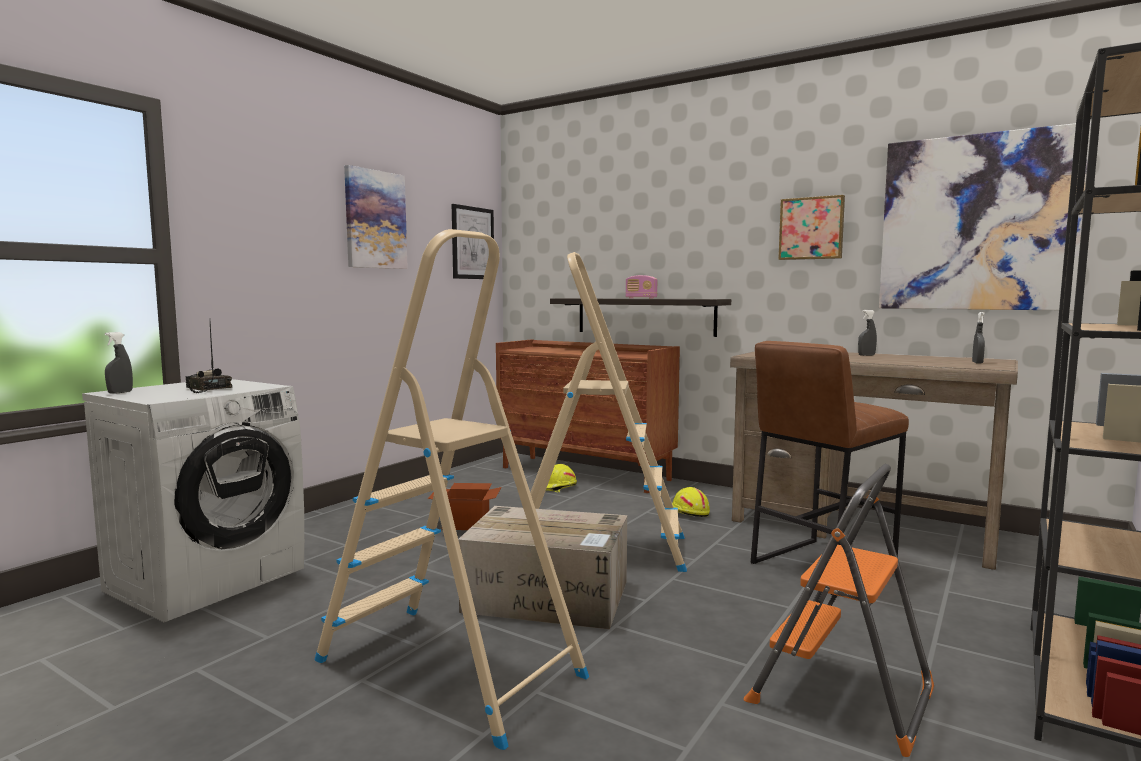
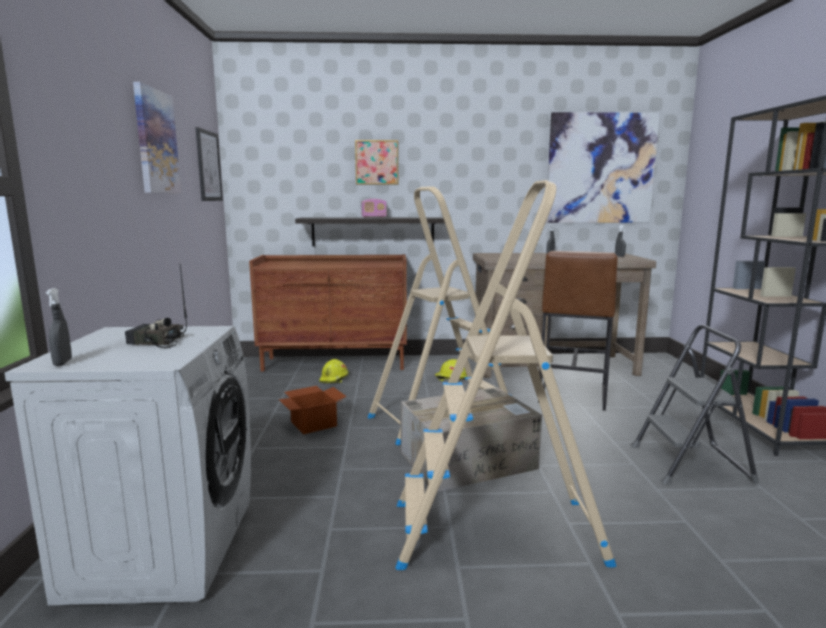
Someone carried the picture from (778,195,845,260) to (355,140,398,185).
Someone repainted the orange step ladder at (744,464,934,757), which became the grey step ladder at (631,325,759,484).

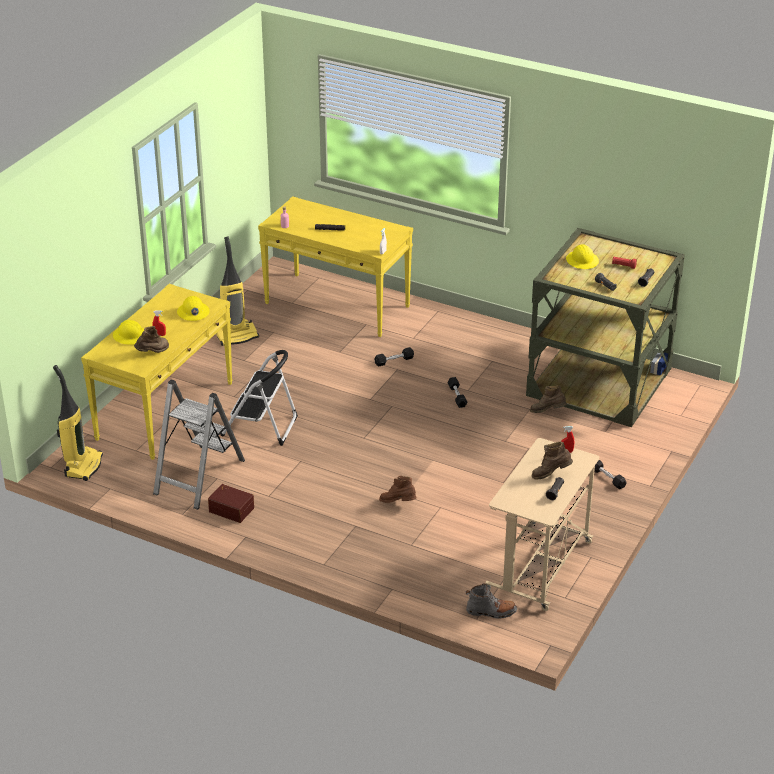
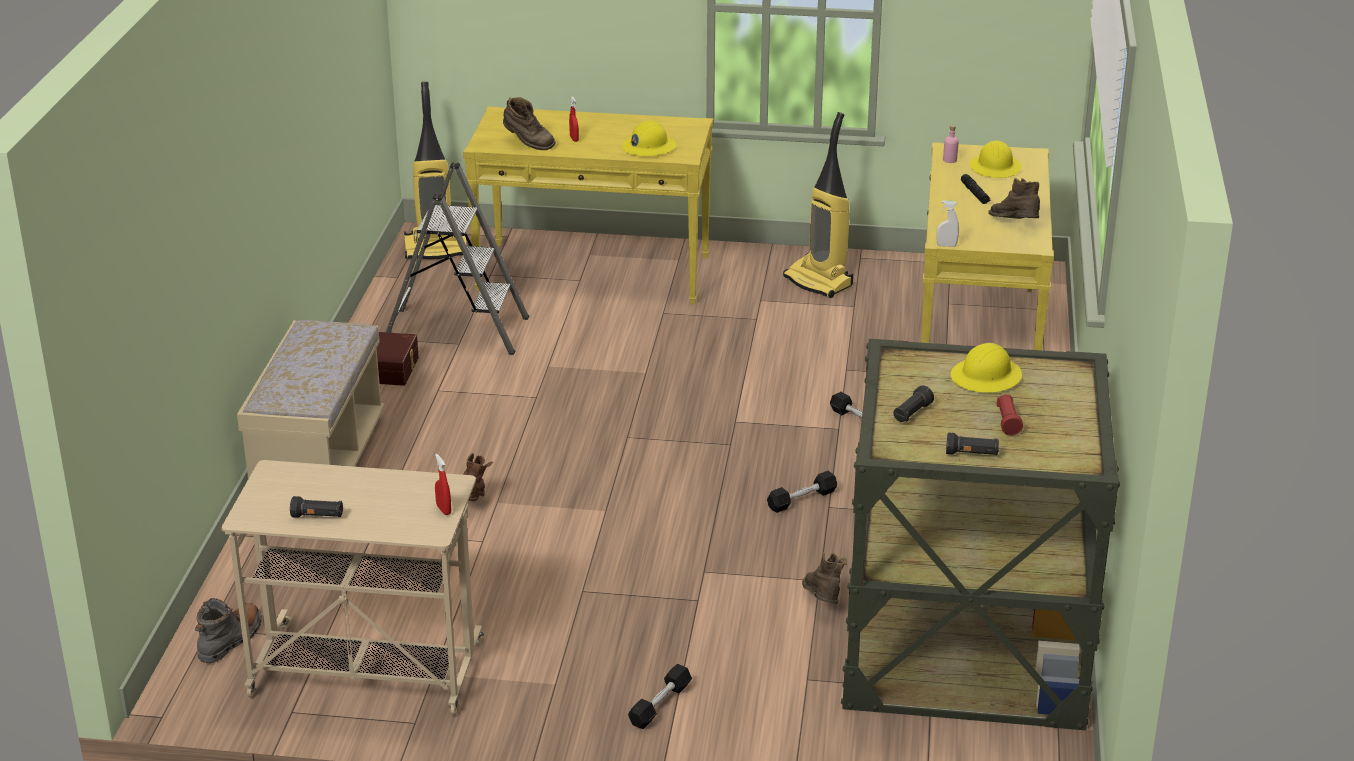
Someone rotated the grey boot at (465,583,517,619) by 135 degrees counterclockwise.
Someone put down the beige bench at (237,320,385,479).
Someone carried the yellow hard hat from (113,320,144,345) to (969,140,1022,178).
Someone carried the brown boot from (531,441,573,479) to (988,178,1040,219).
Someone took away the step ladder at (220,350,298,446).

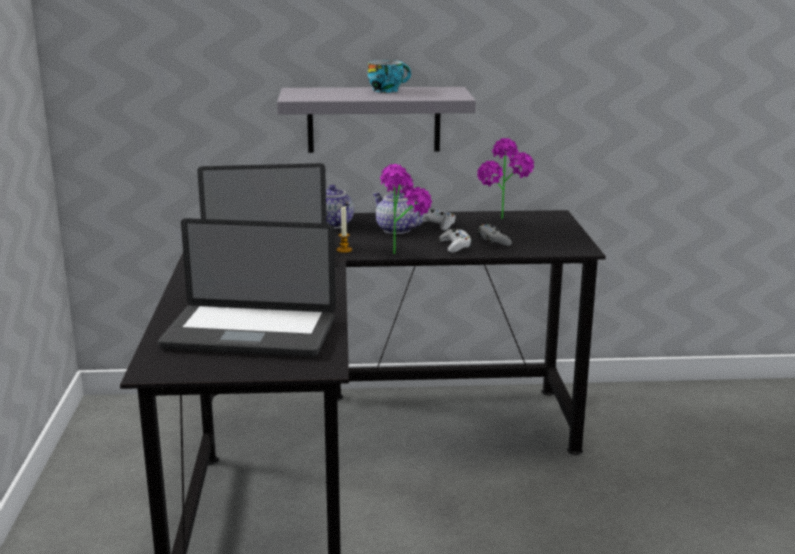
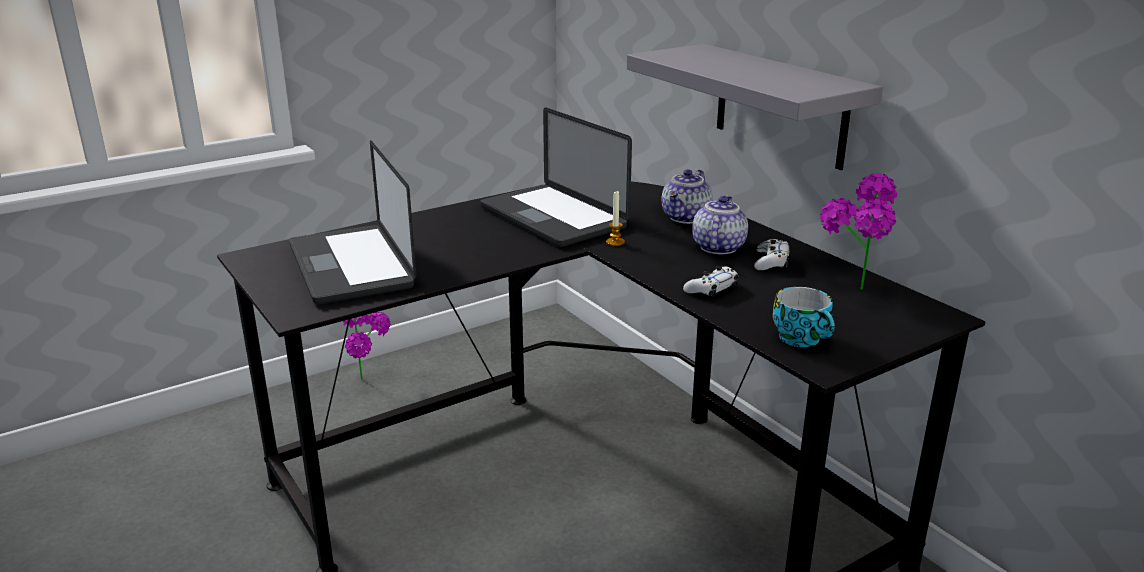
Someone carried the potted plant from (380,164,432,254) to (343,312,391,380).
Someone carried the cup from (367,60,411,93) to (773,287,835,347).
Someone took away the grey game controller at (478,224,512,246).

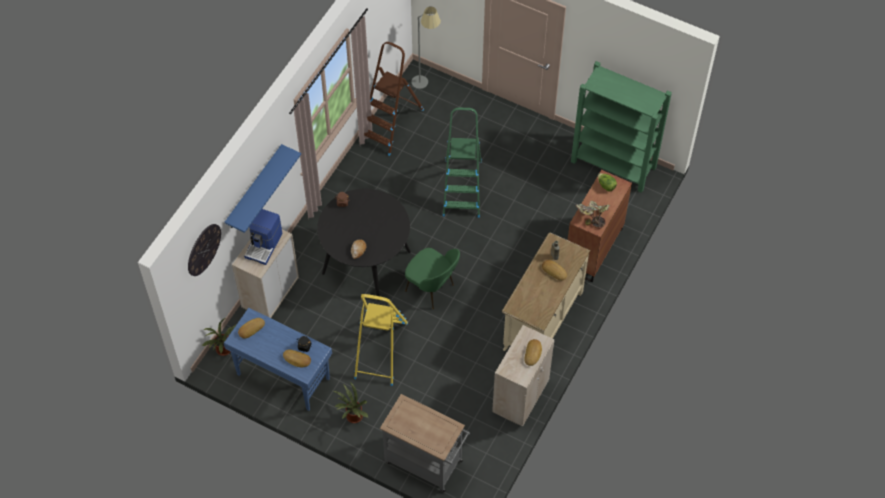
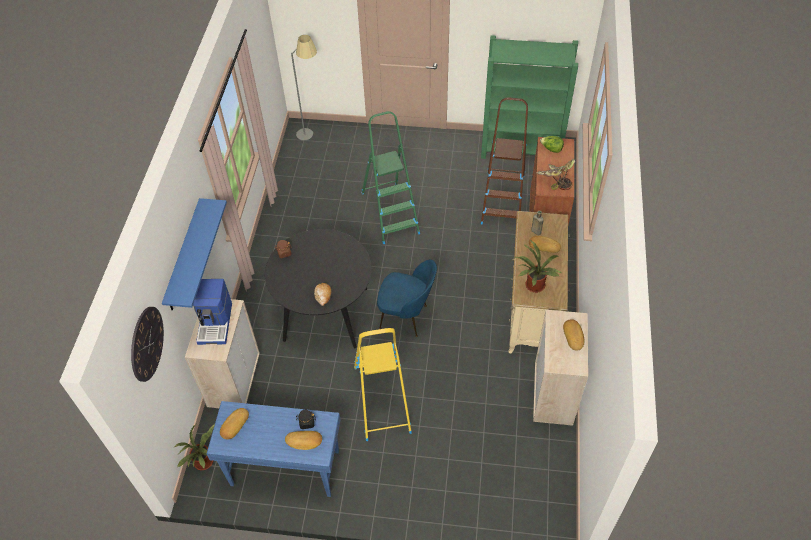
Someone repainted the green chair at (405,248,460,309), which became the blue chair at (377,260,437,337).
Someone carried the brown step ladder from (364,42,424,156) to (481,97,528,224).
Someone carried the potted plant from (334,382,368,423) to (514,240,562,293).
Someone took away the grey cart at (380,394,470,492).

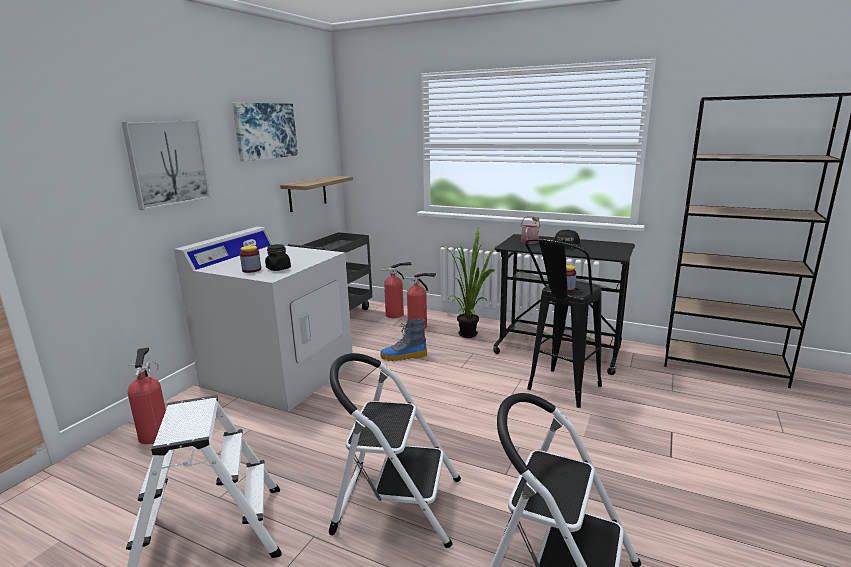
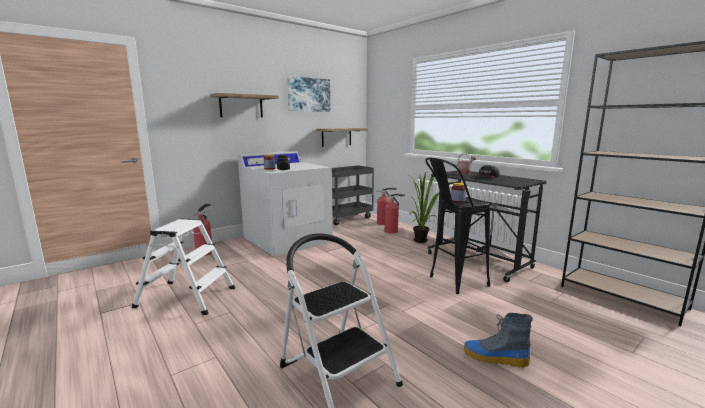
Someone swapped the picture at (122,120,211,210) for the shelf at (210,93,279,118).
Someone carried the boot from (380,319,427,361) to (464,313,533,368).
Someone took away the step ladder at (329,353,461,548).

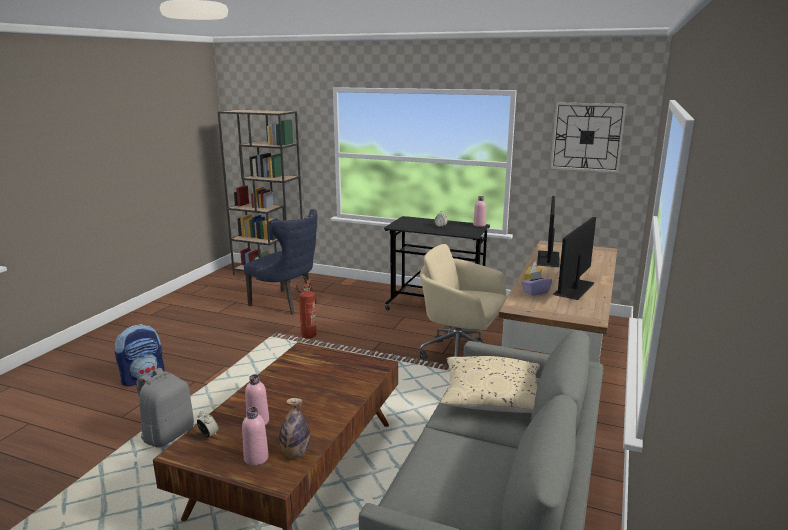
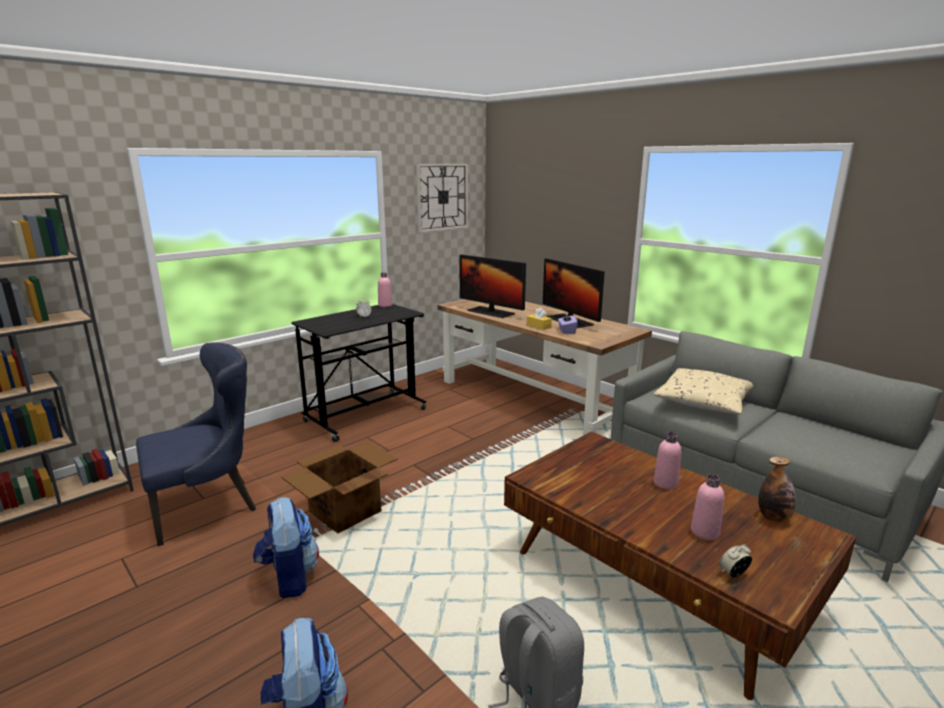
Someone put down the backpack at (253,497,319,598).
Someone swapped the fire extinguisher at (296,276,316,339) for the cardboard box at (282,442,398,533).
Someone carried the pink bottle from (242,407,269,466) to (654,432,681,490).
Someone took away the beige office chair at (419,244,506,360).

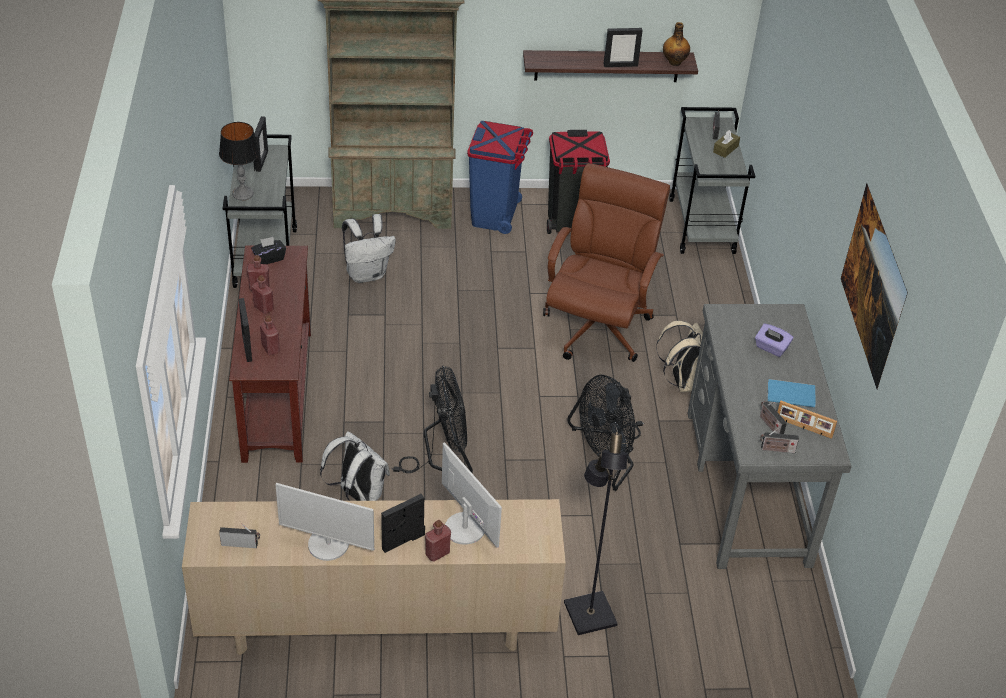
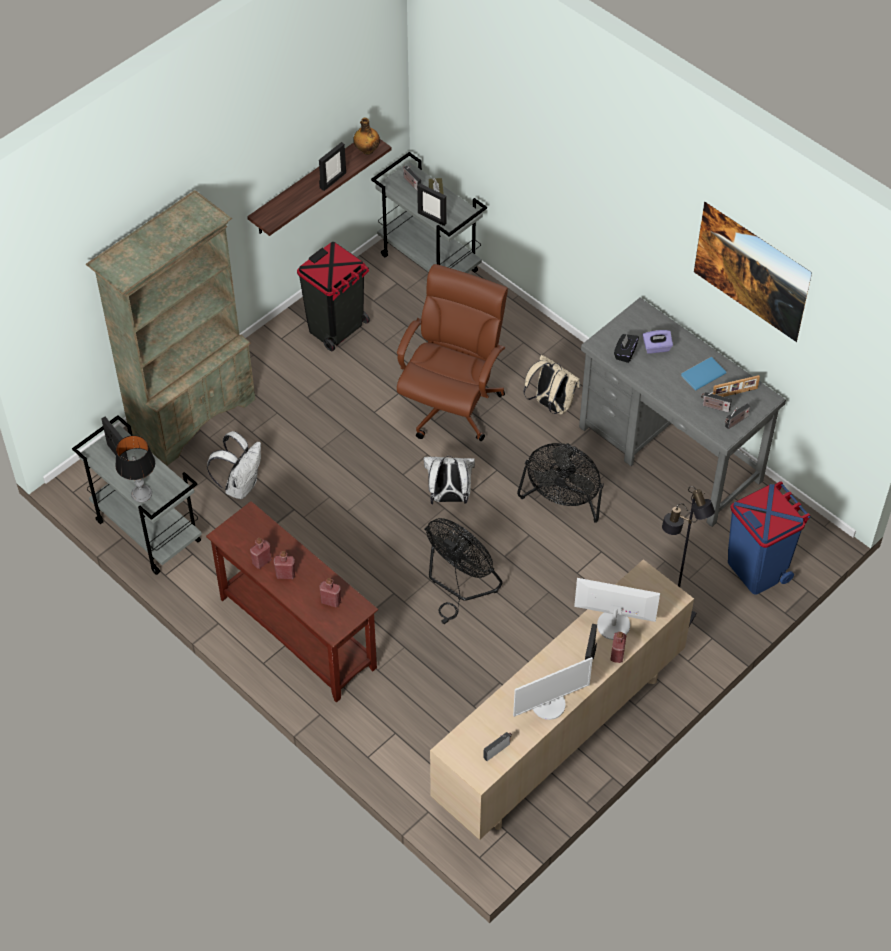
Someone rotated the brown office chair at (543,163,670,362) by 45 degrees clockwise.
Someone carried the picture frame from (239,298,252,362) to (417,183,447,226).
Someone carried the white backpack from (320,431,390,501) to (424,456,475,504).
Someone carried the black tissue box from (251,237,286,264) to (614,334,639,363).
Someone carried the blue trash can from (467,121,533,234) to (728,481,810,595).

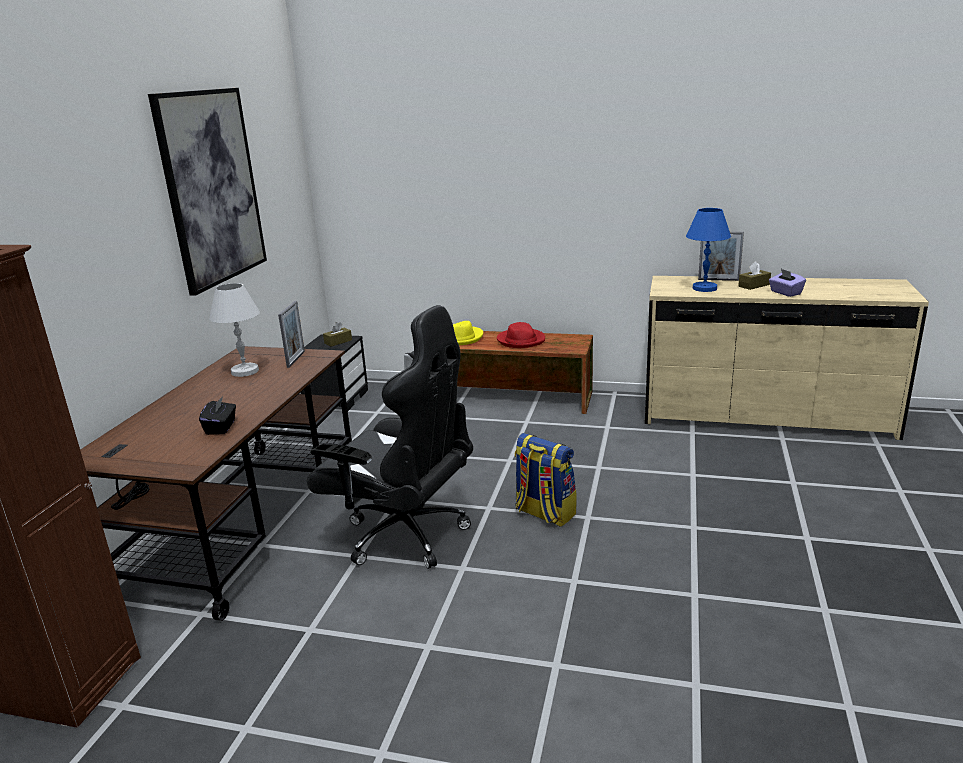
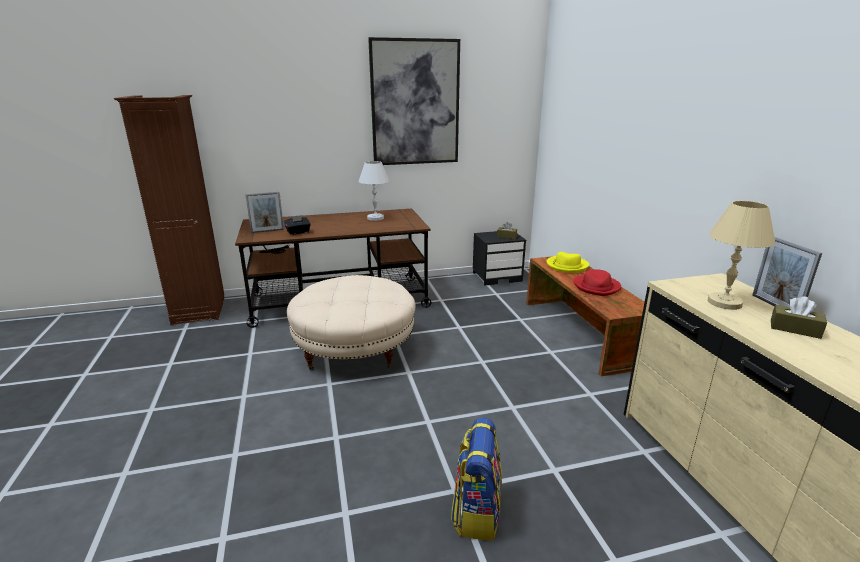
Someone carried the picture frame from (278,301,305,368) to (245,192,284,233).
Someone swapped the black office chair at (307,305,473,569) for the beige ottoman at (287,275,415,370).
Someone carried the backpack from (515,433,576,527) to (451,418,502,541).
Someone repainted the blue table lamp at (686,208,731,292), which became the beige table lamp at (707,201,775,310).
Someone took away the purple tissue box at (769,269,806,297).

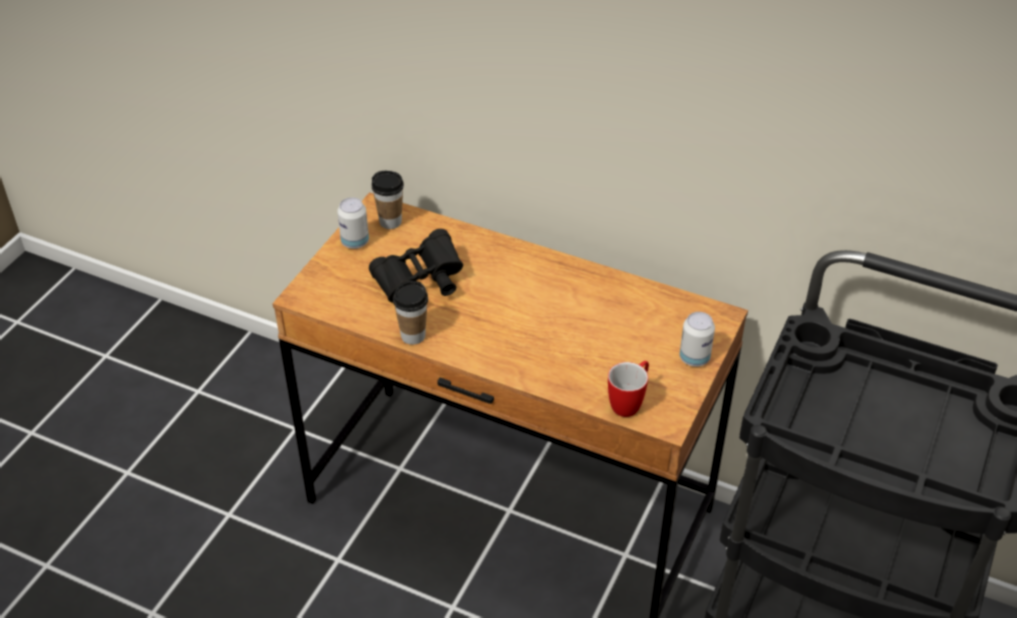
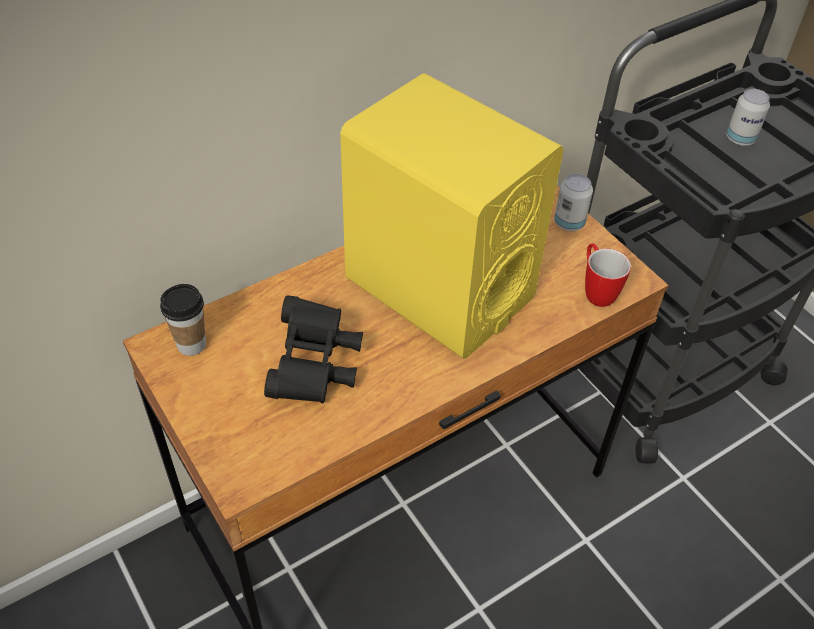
Someone put down the yellow speaker at (340,73,564,359).
Someone carried the can from (337,197,369,249) to (726,89,770,146).
Someone took away the cup at (393,281,428,345).

